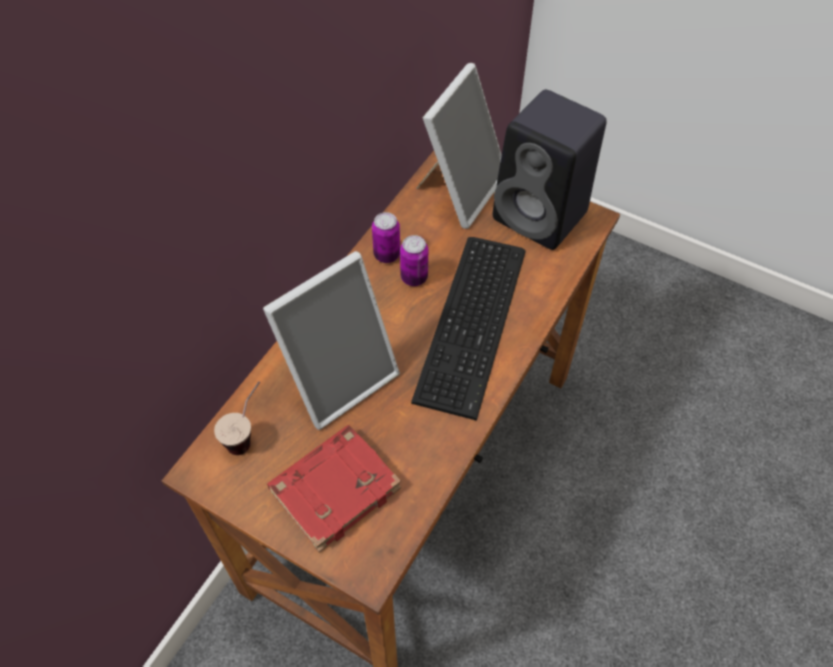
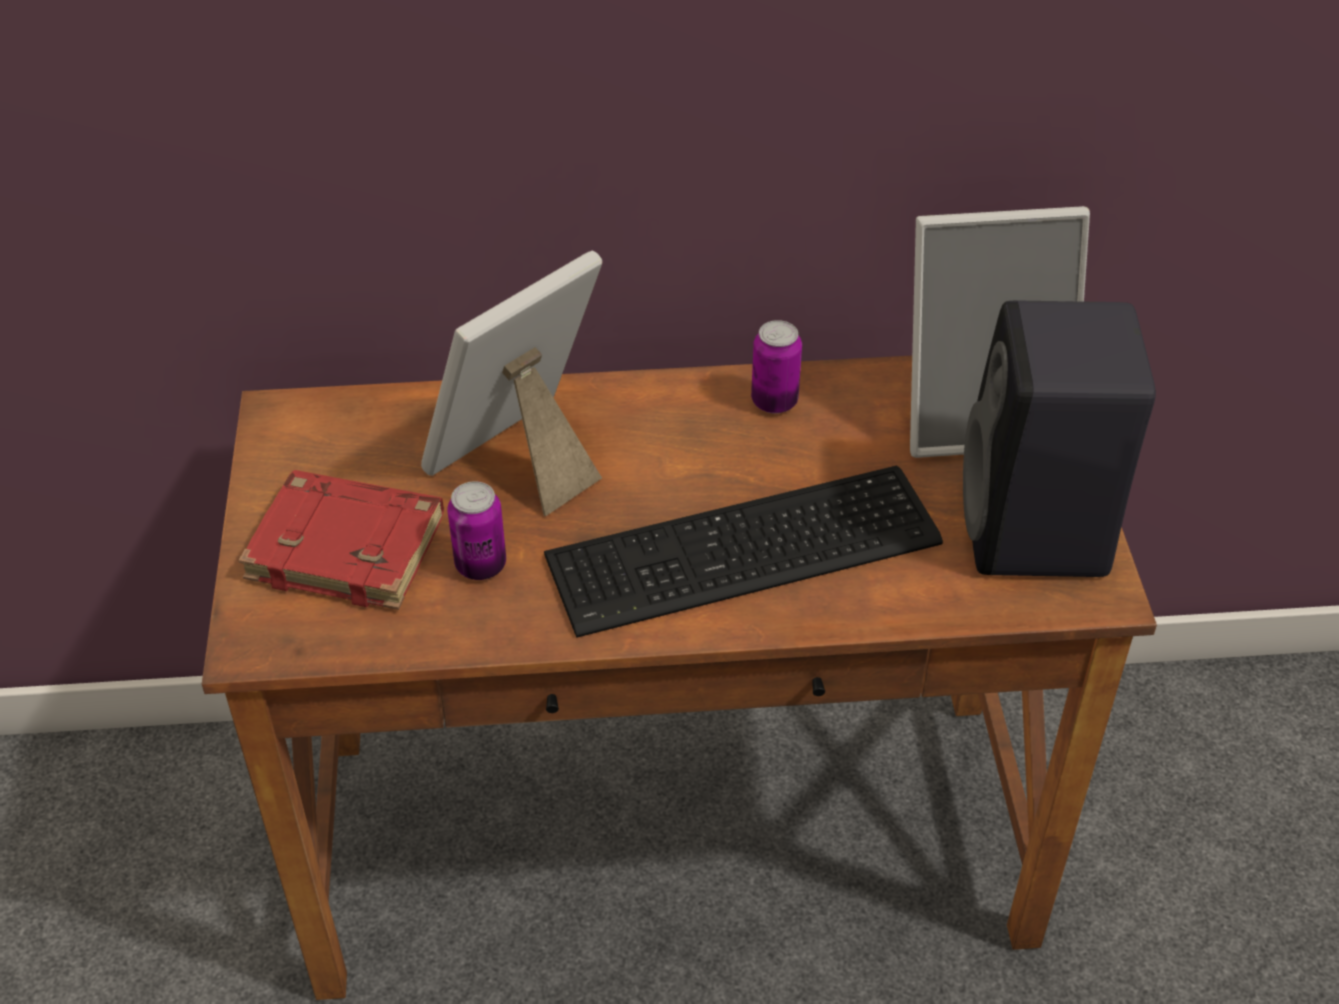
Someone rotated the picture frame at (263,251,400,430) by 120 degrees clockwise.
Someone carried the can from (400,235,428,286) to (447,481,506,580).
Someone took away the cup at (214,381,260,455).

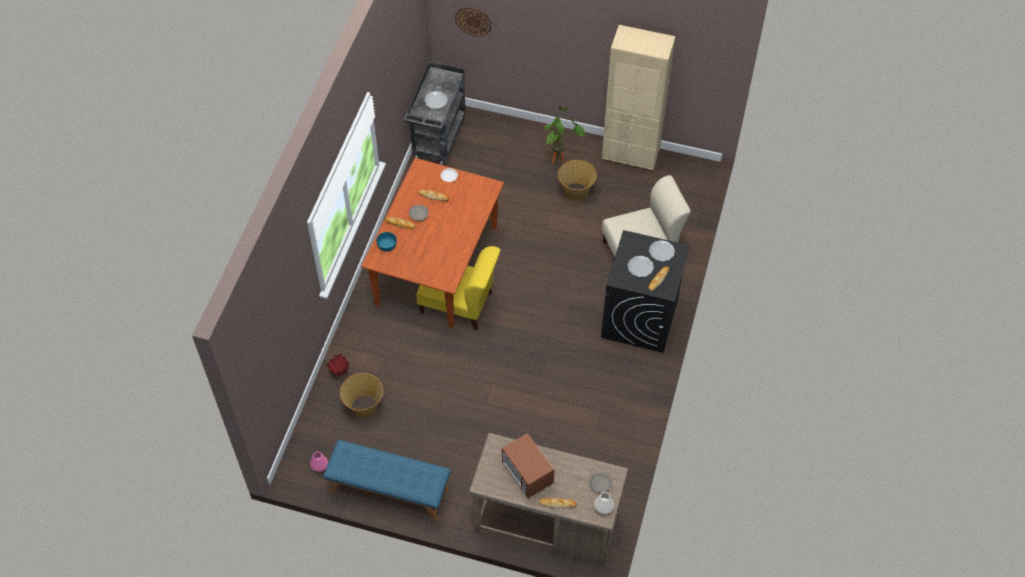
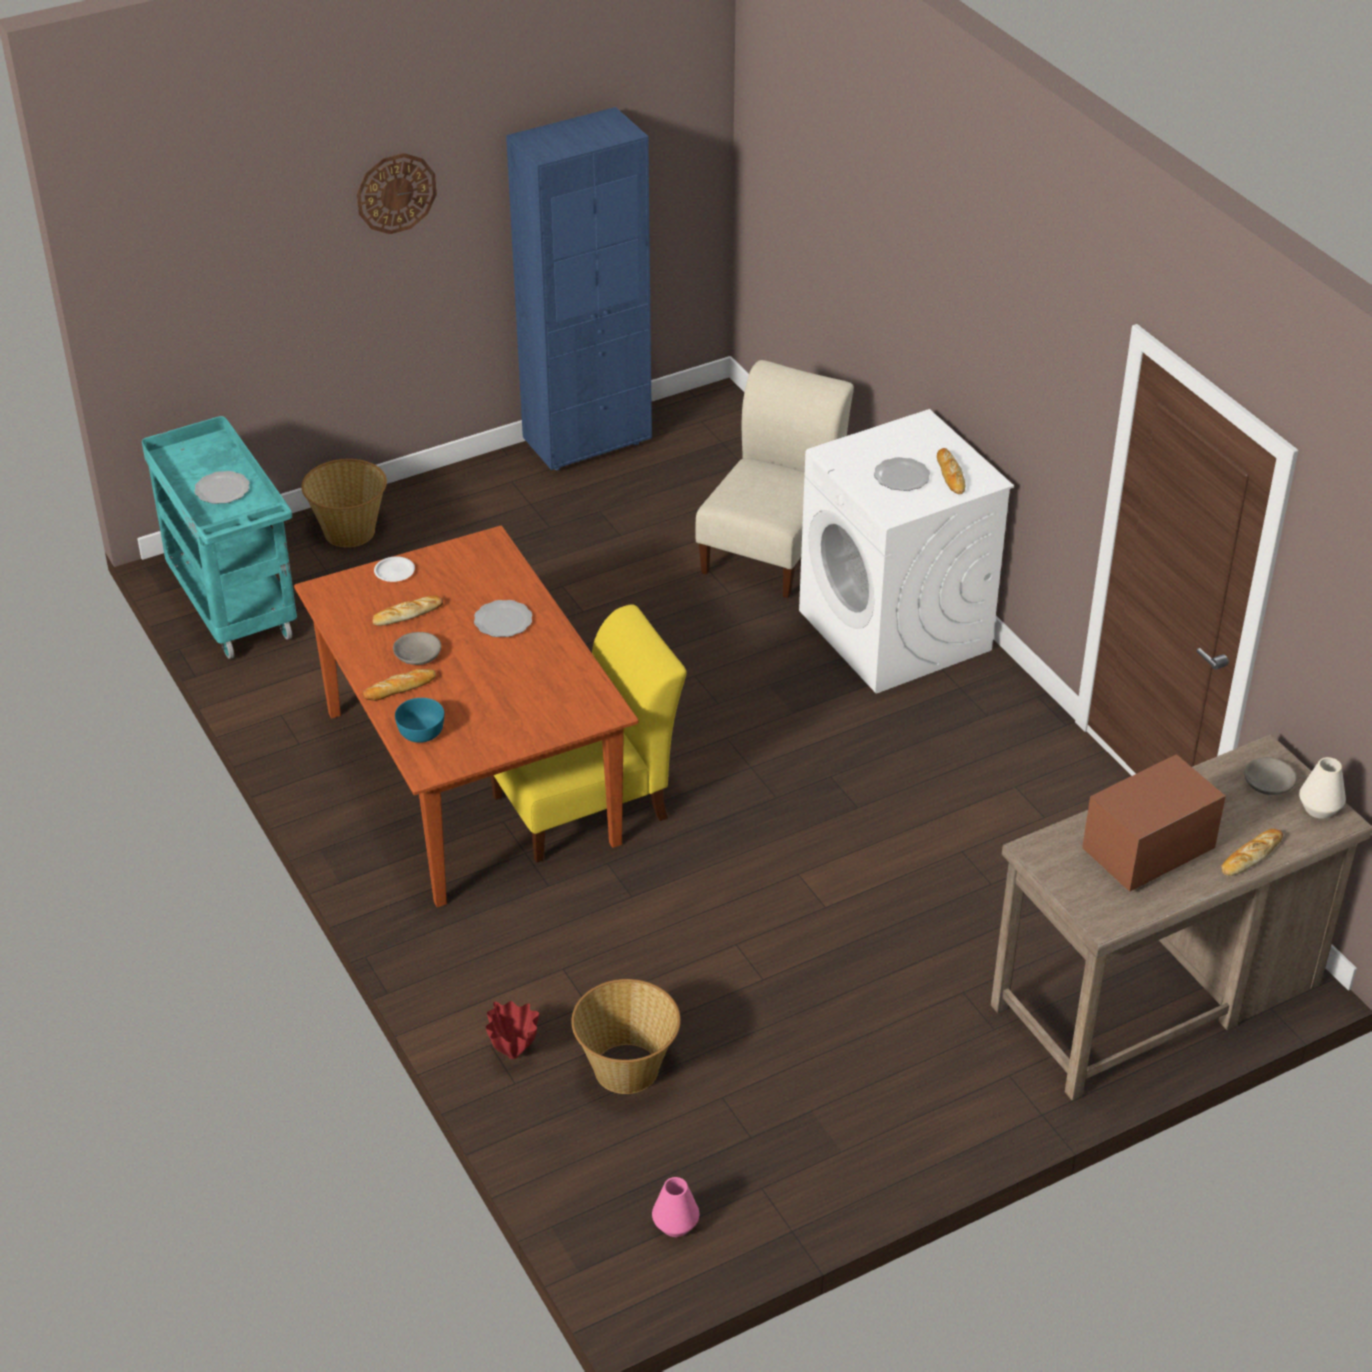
Someone repainted the black cart at (404,62,466,166), which became the turquoise cart at (142,416,297,659).
Someone carried the basket from (558,160,597,201) to (301,459,387,547).
Someone carried the wall clock from (455,7,491,37) to (357,153,437,234).
Someone carried the plate from (649,240,675,262) to (474,600,532,637).
Someone repainted the beige cabinet at (602,25,675,170), which became the blue cabinet at (506,107,652,470).
Someone repainted the black washing machine at (601,230,690,353), which became the white washing machine at (799,409,1014,693).
Someone rotated the microwave at (502,433,554,498) by 135 degrees clockwise.
Someone took away the blue bench at (323,440,451,522).
Someone took away the potted plant at (544,107,585,164).

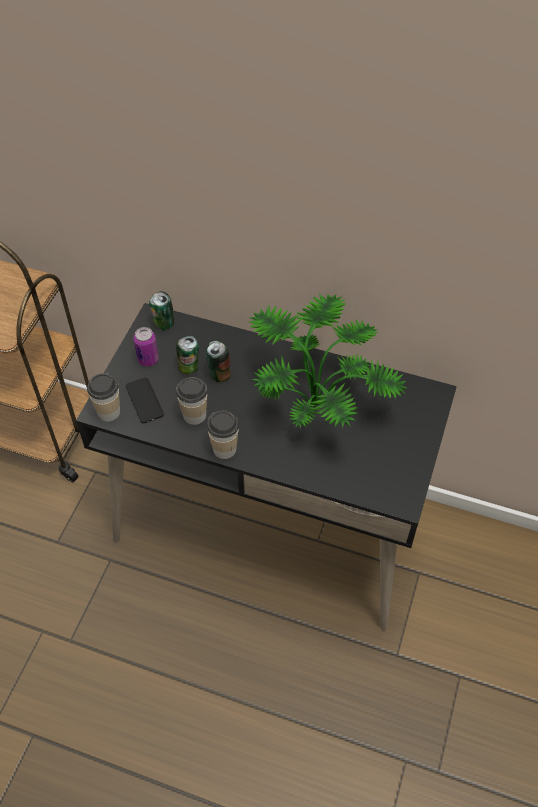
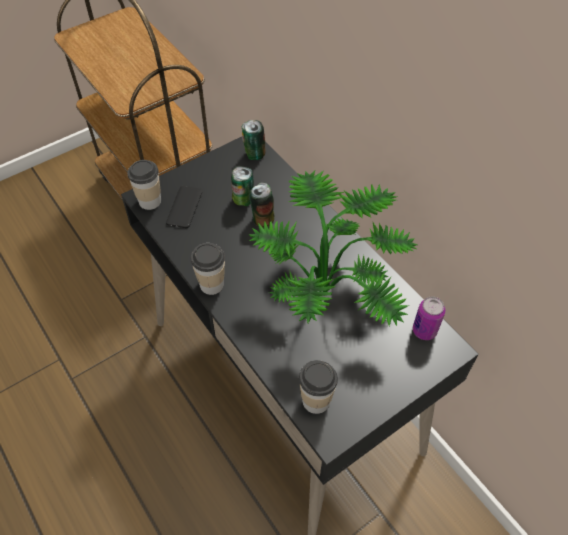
Someone carried the cup from (176,377,208,425) to (299,360,338,414).
Someone carried the can from (133,327,159,367) to (413,297,445,340).

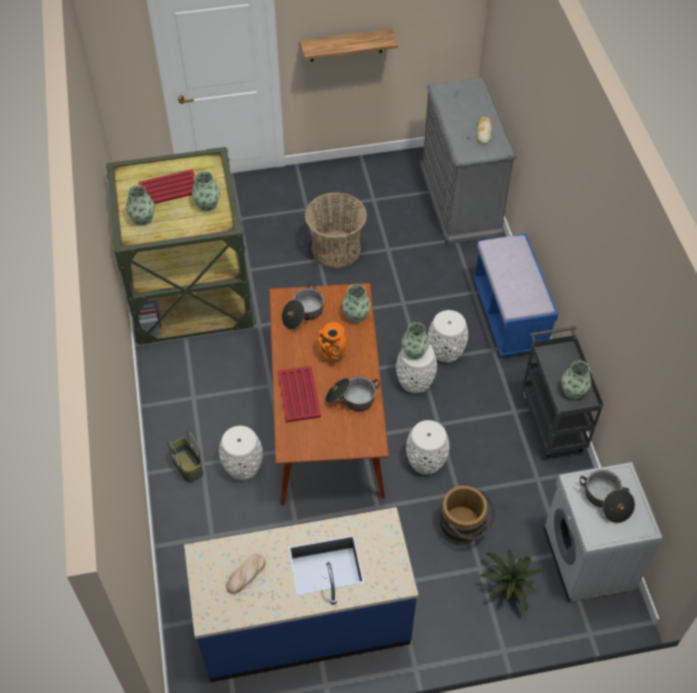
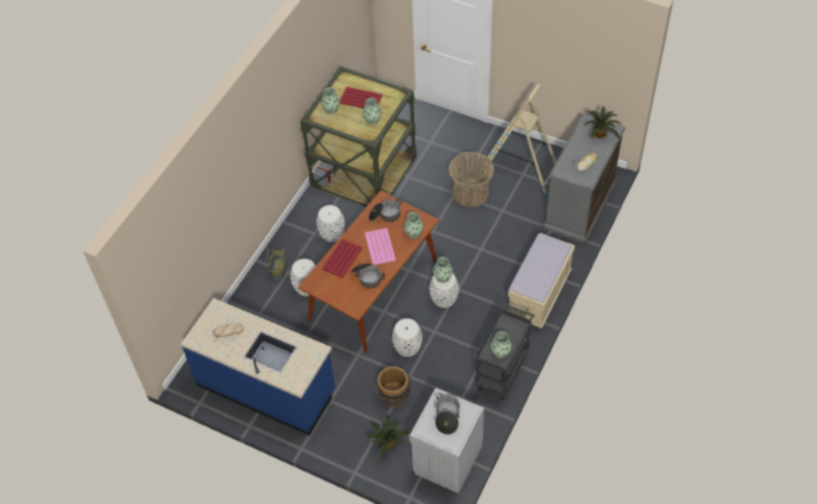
Someone carried the white stool from (428,310,468,363) to (317,205,345,242).
Someone swapped the orange vase at (317,322,348,359) for the pink tray at (365,228,396,265).
Someone put down the beige step ladder at (482,84,556,195).
Someone repainted the blue bench at (473,234,558,356), which became the beige bench at (508,233,575,328).
Someone put down the potted plant at (584,106,621,140).
Someone took away the shelf at (300,29,398,62).

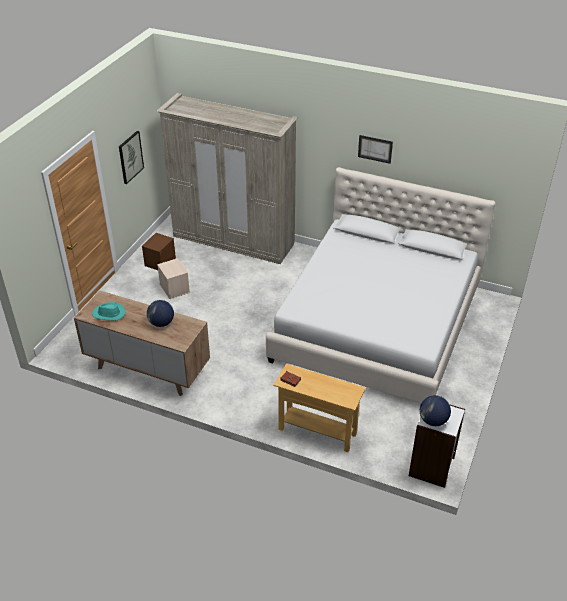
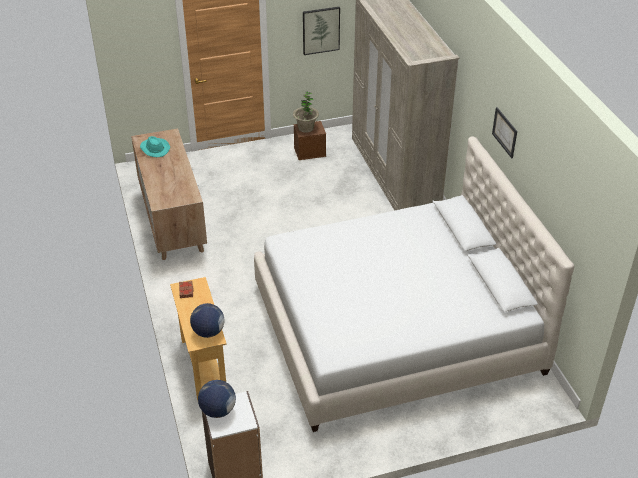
Someone carried the globe from (147,300,174,327) to (190,303,225,338).
Someone put down the potted plant at (293,91,319,133).
Someone took away the beige storage box at (157,258,190,299).

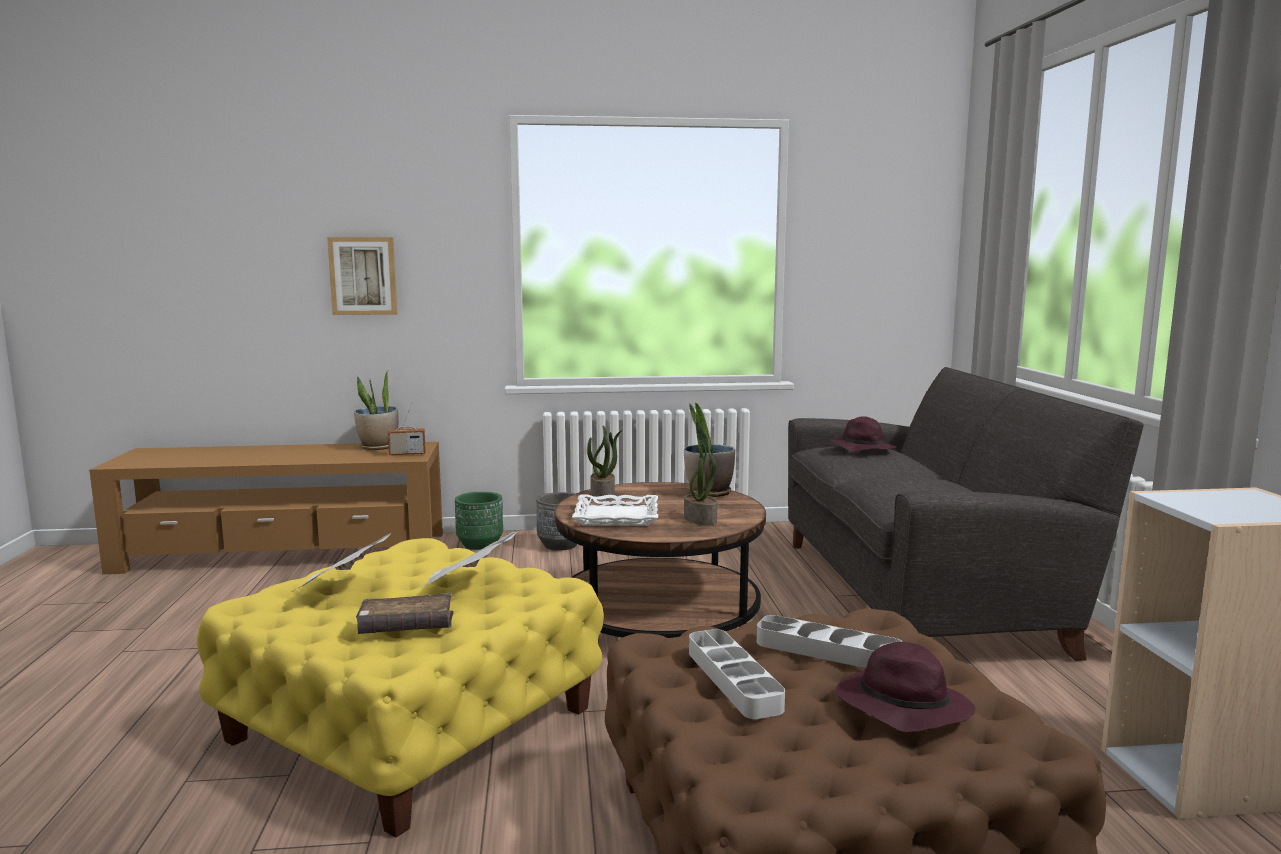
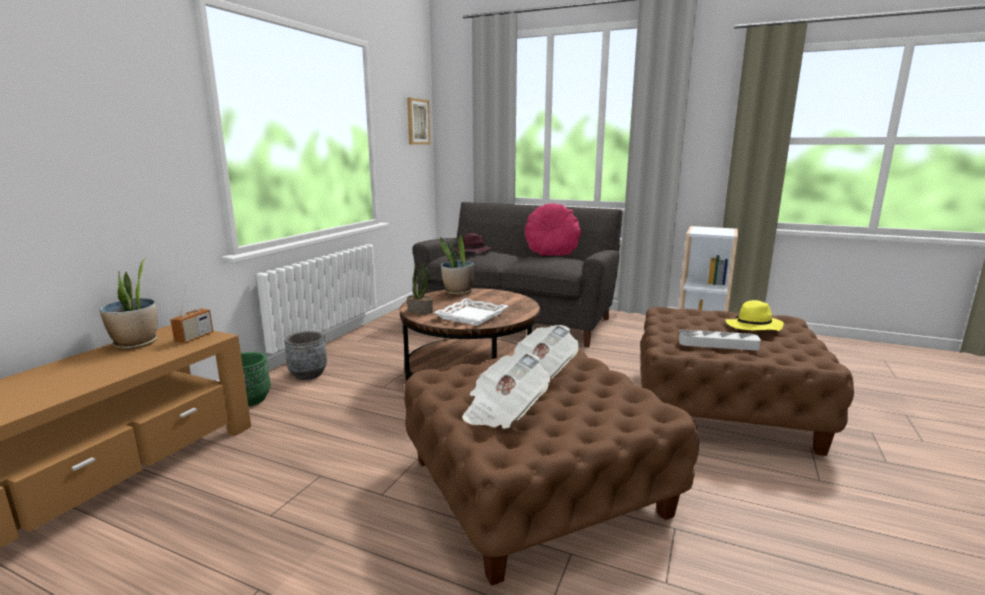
Someone repainted the yellow ottoman at (197,538,604,838), which became the brown ottoman at (405,348,699,586).
Someone carried the picture from (327,237,397,315) to (407,98,430,145).
Someone put down the pink pillow at (525,203,581,256).
Someone repainted the purple hat at (836,642,975,732), which became the yellow hat at (725,300,784,331).
Someone took away the brown book at (356,593,454,634).
Someone took away the potted plant at (684,443,718,525).
Someone took away the grey tray at (757,615,902,668).

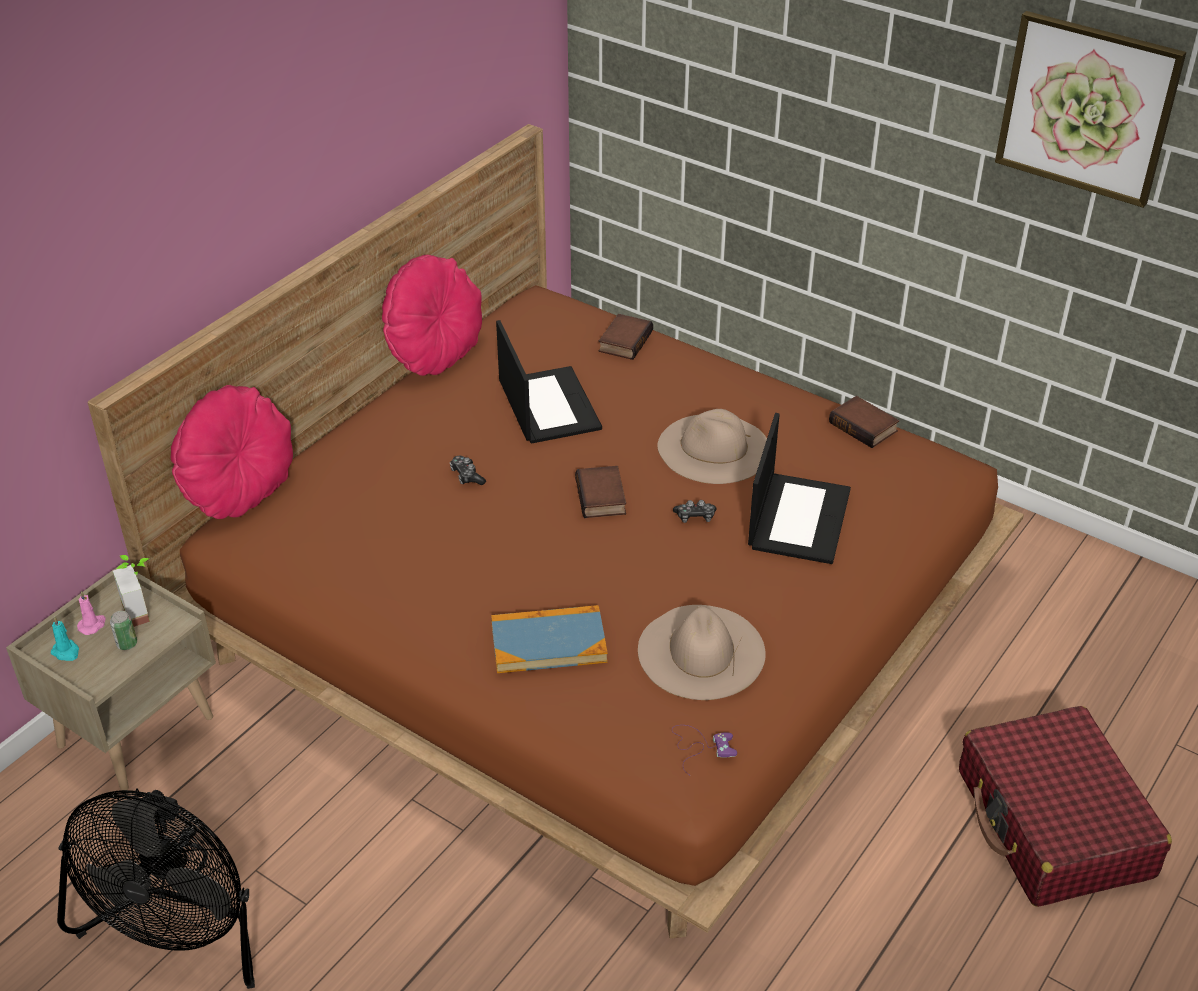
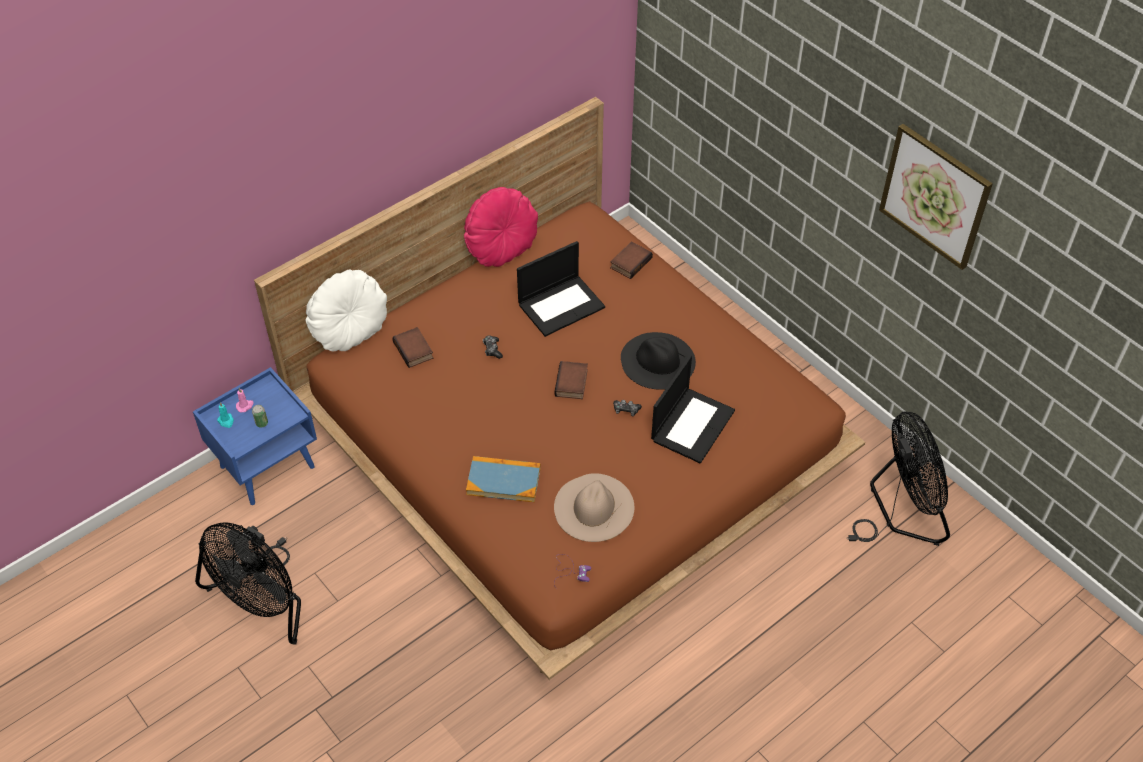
Someone repainted the beige nightstand at (6,564,216,790), which became the blue nightstand at (193,367,317,505).
Someone repainted the pink pillow at (171,385,293,519), which became the white pillow at (306,269,387,351).
Someone carried the book from (829,396,899,448) to (392,327,433,368).
Someone rotated the laptop at (496,320,602,444) by 60 degrees clockwise.
Someone repainted the beige hat at (657,409,767,484), which became the black hat at (621,332,696,390).
Someone put down the black fan at (846,411,950,546).
Someone took away the potted plant at (113,555,150,627).
Someone took away the red suitcase at (959,706,1172,907).

